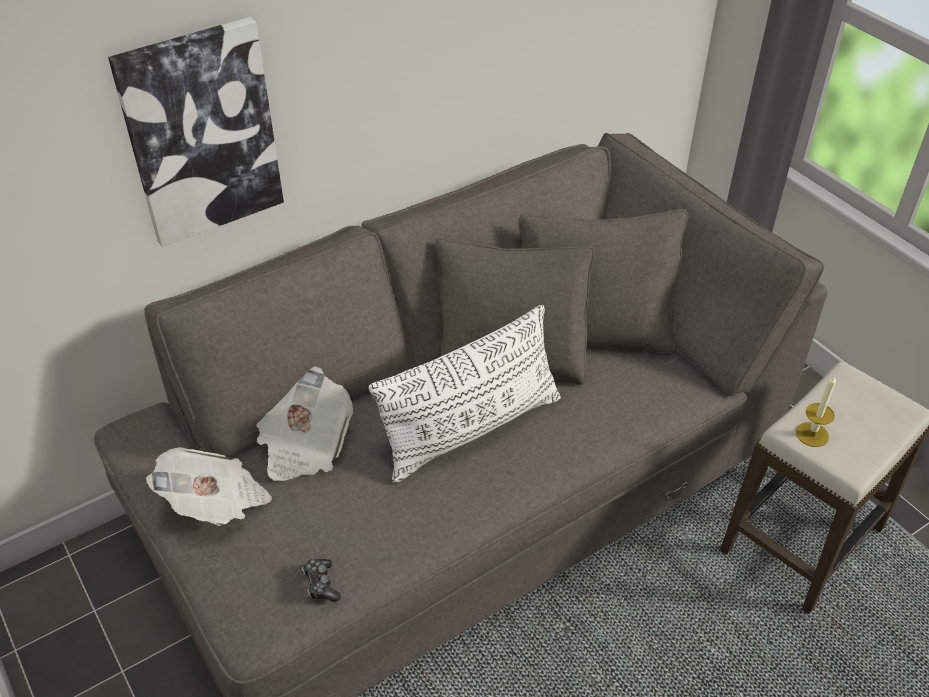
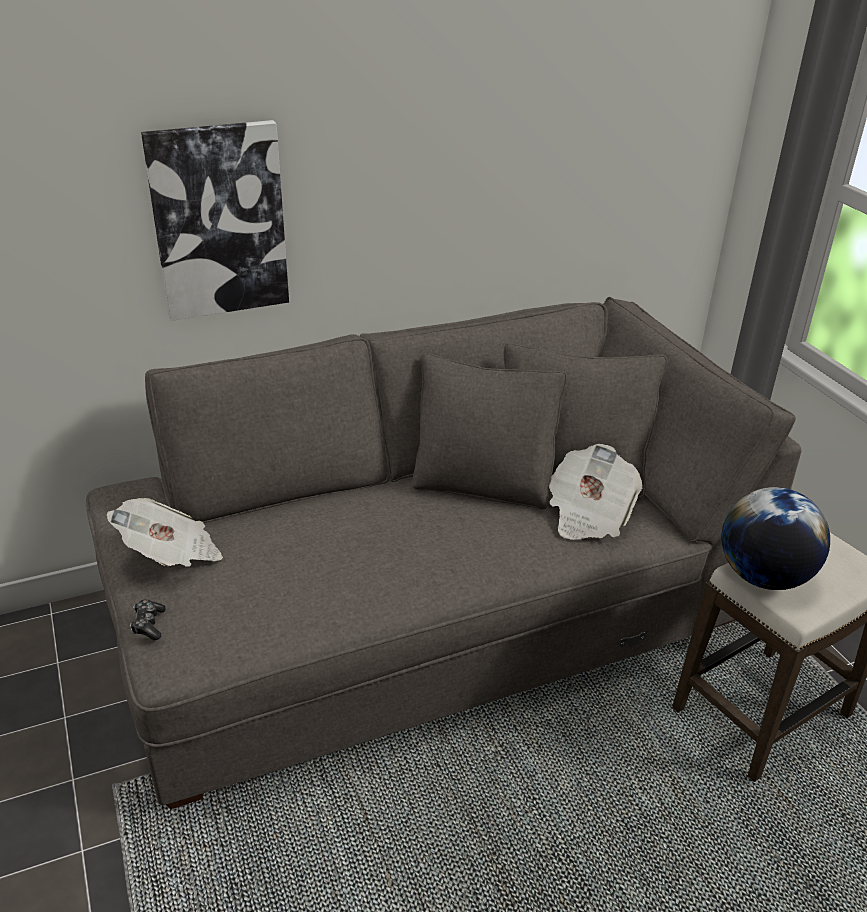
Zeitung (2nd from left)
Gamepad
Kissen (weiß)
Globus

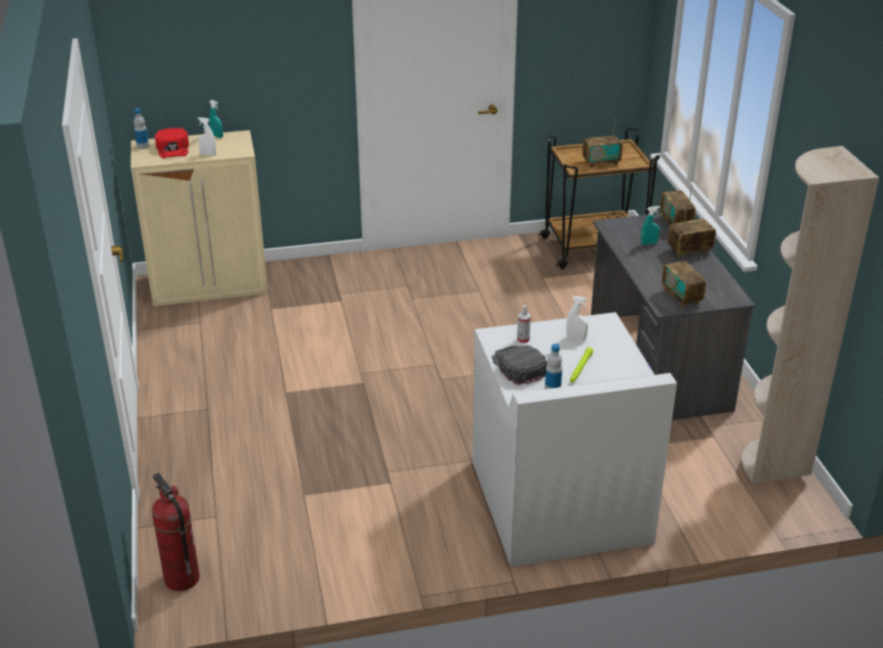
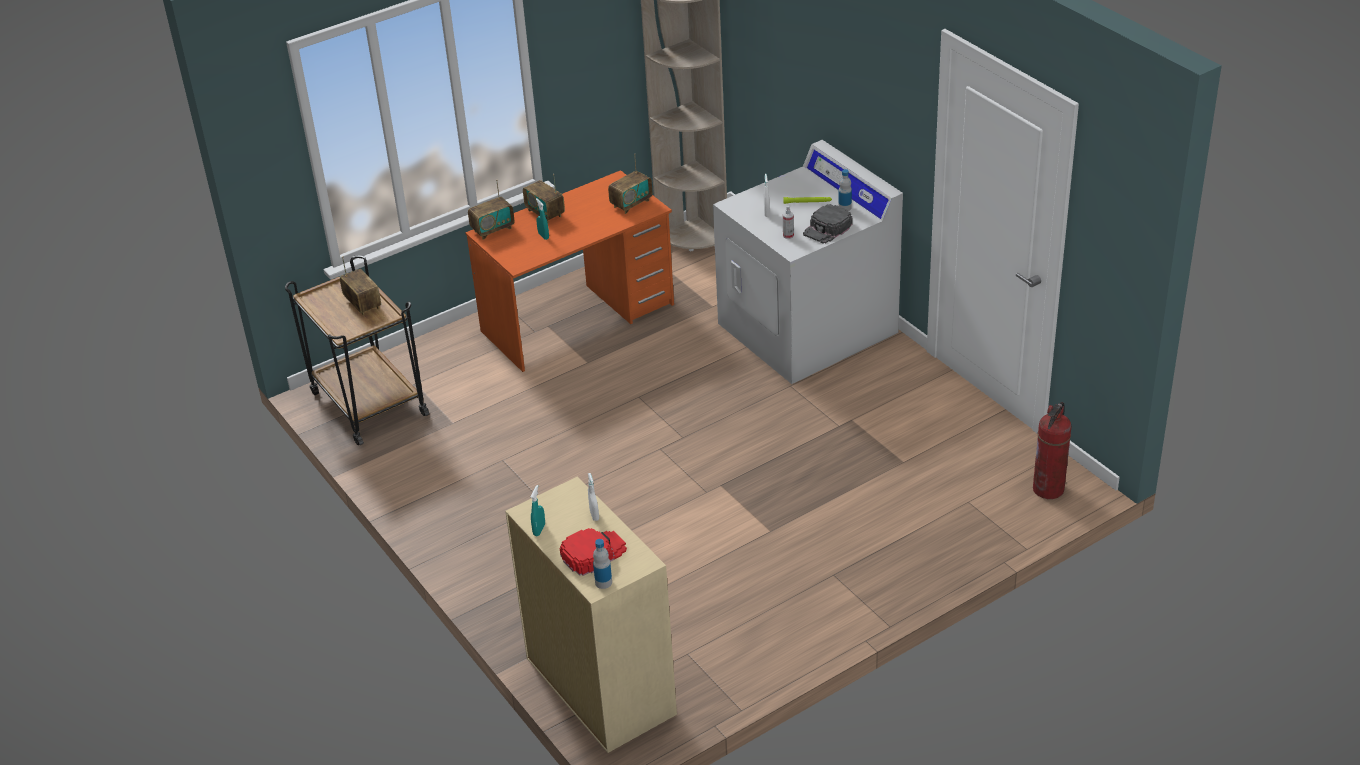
Schreibtisch (orange)

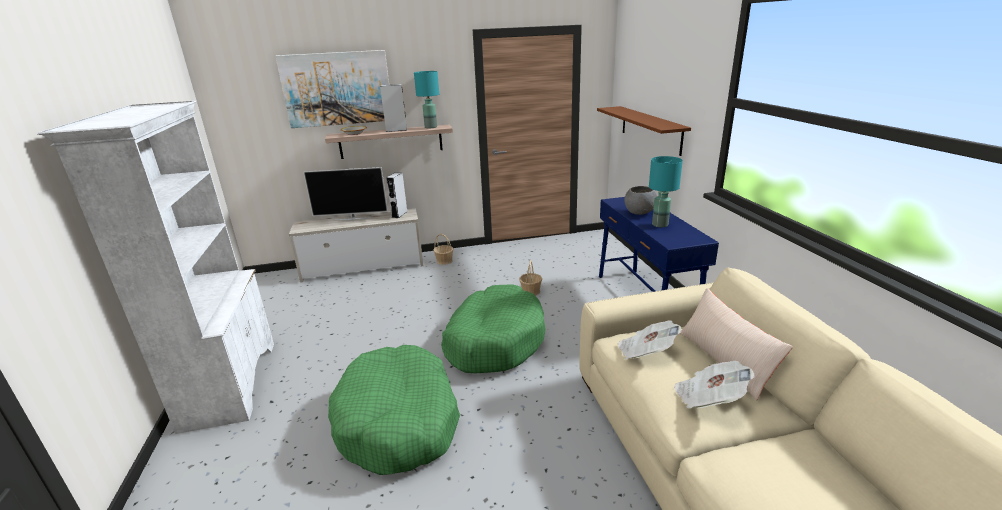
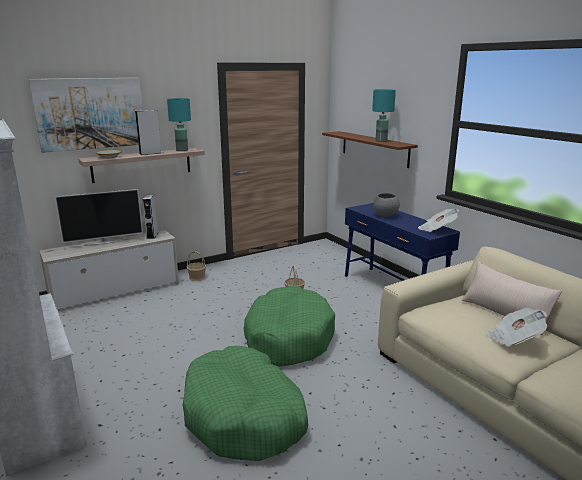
Zeitung (1st from left)
Tischlampe (türkis) (2nd from left)

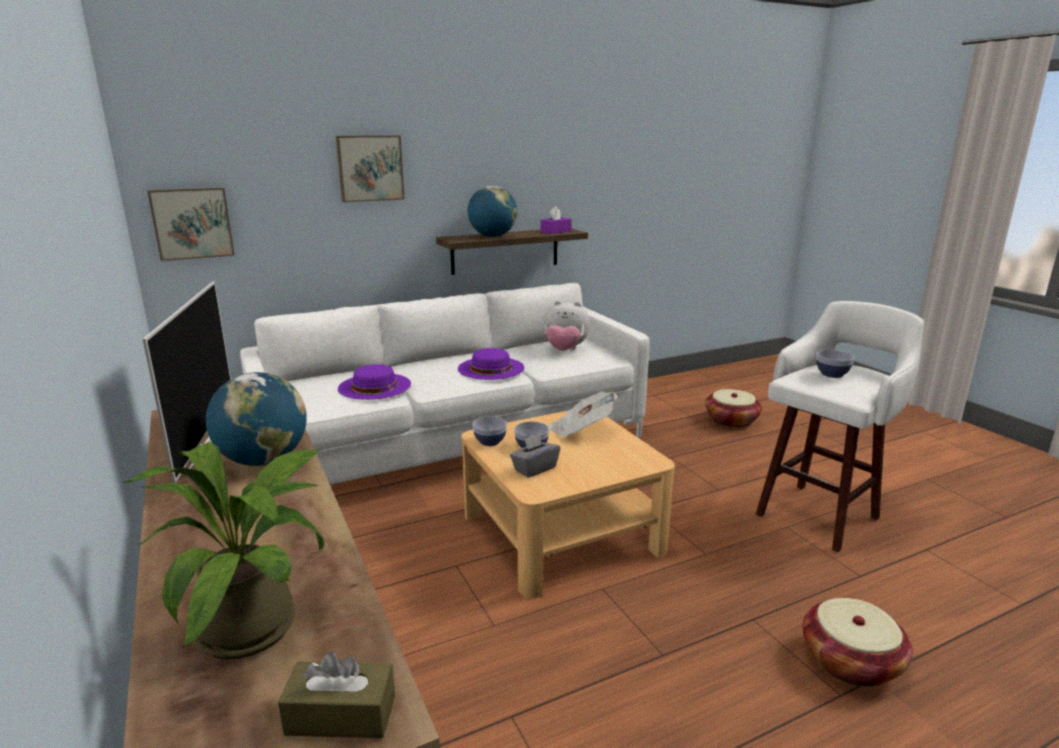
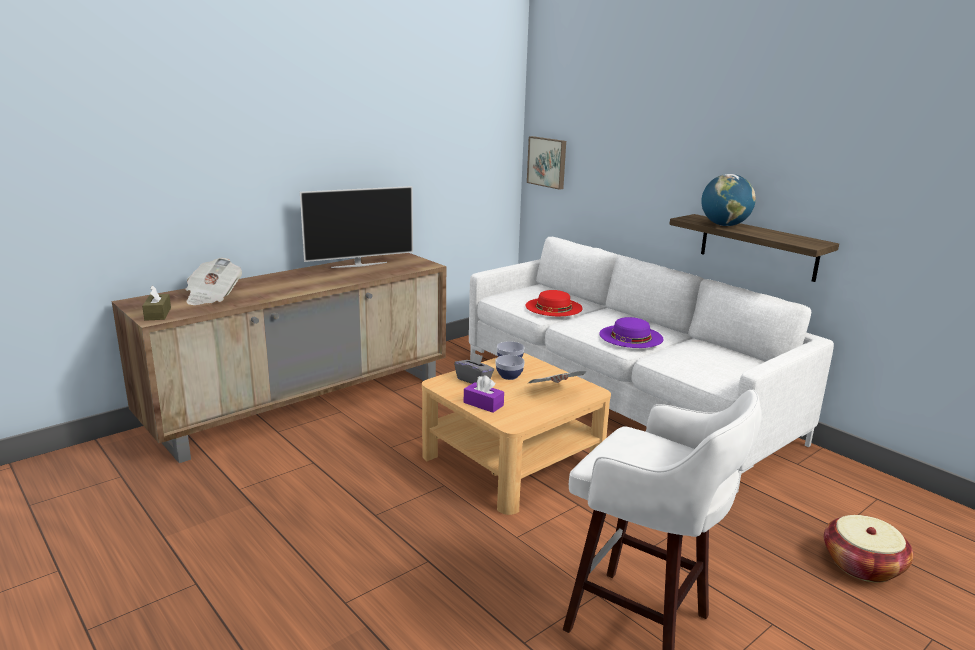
Zeitung (1st from left)
Globus (1st from left in the first image)
Bild (2nd from left in the first image)
Hut (rot)
Taschentuchbox (lila)
Plüschtier
Korb (2nd from left in the first image)
Schüssel (3rd from left in the first image)

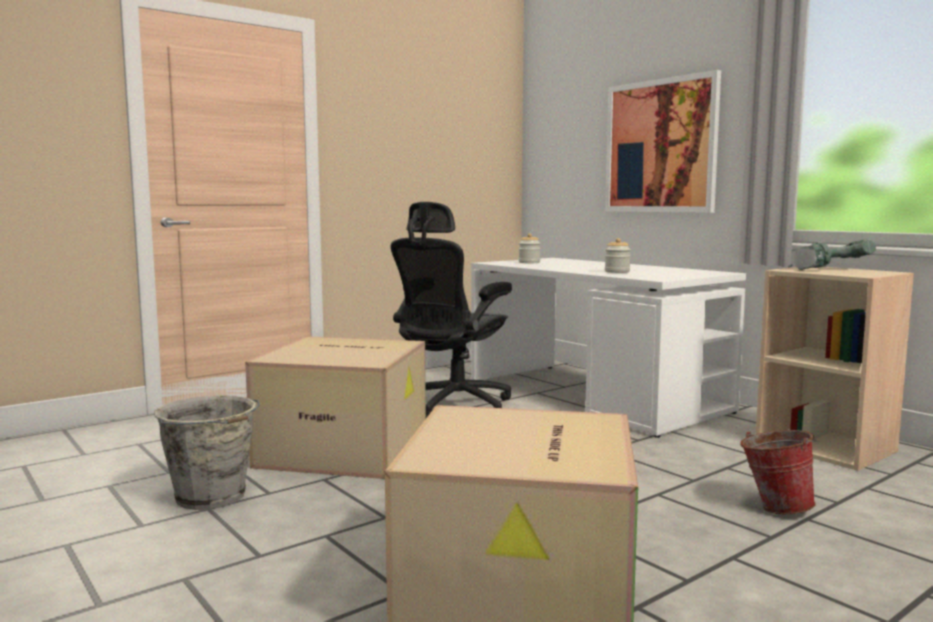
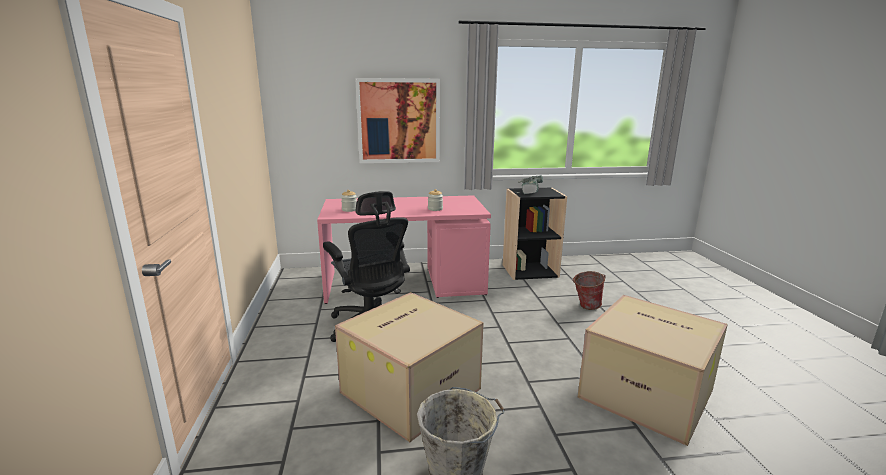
Schreibtisch (rosa)
Bücherregal (schwarz)

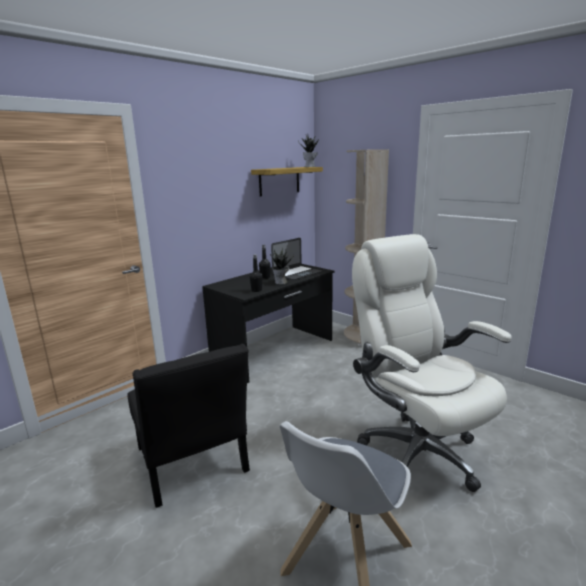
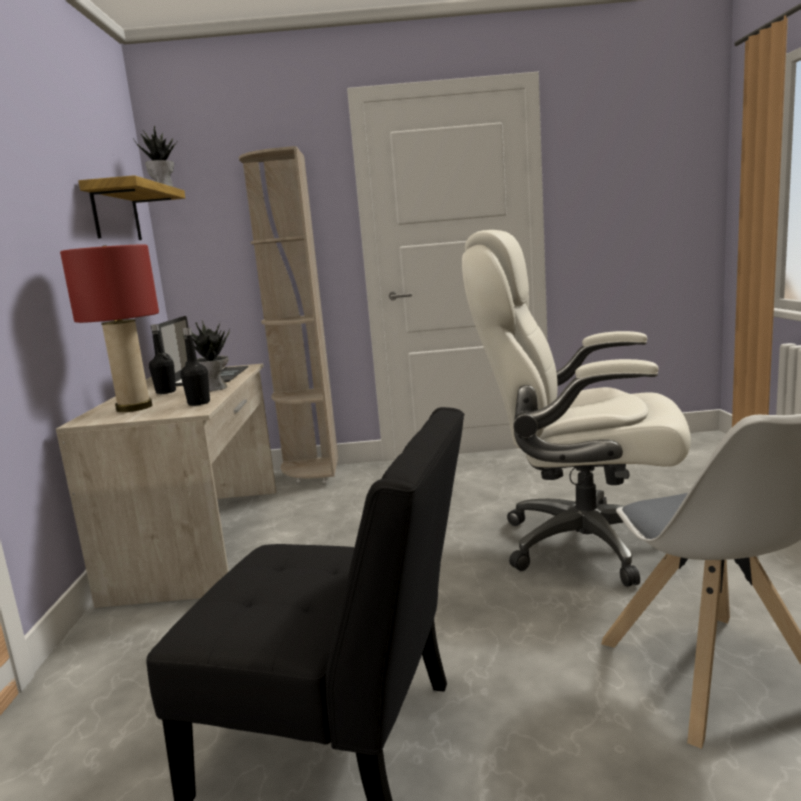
Schreibtisch (beige)
Tischlampe (rot)

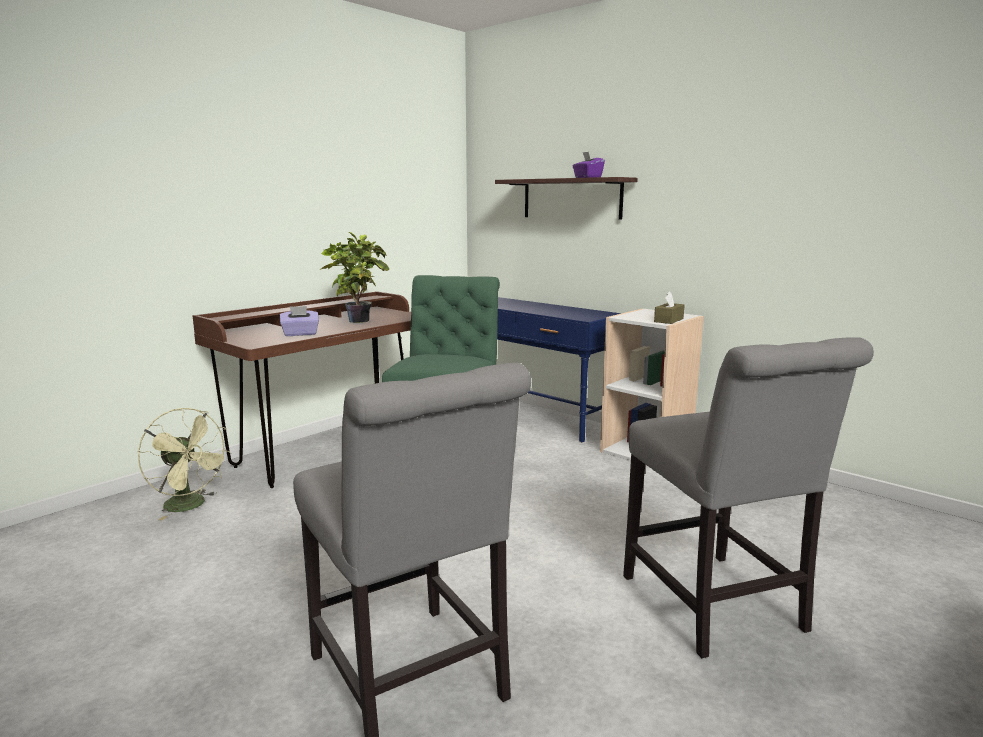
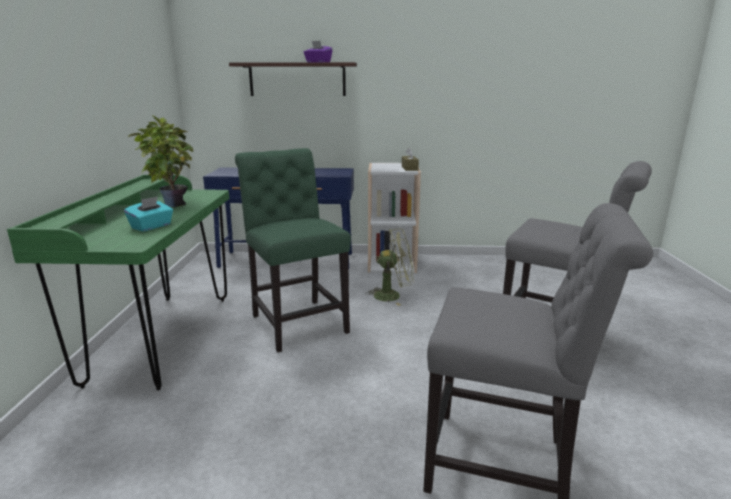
Ventilator (grün)
Schreibtisch (grün)
Taschentuchbox (türkis)

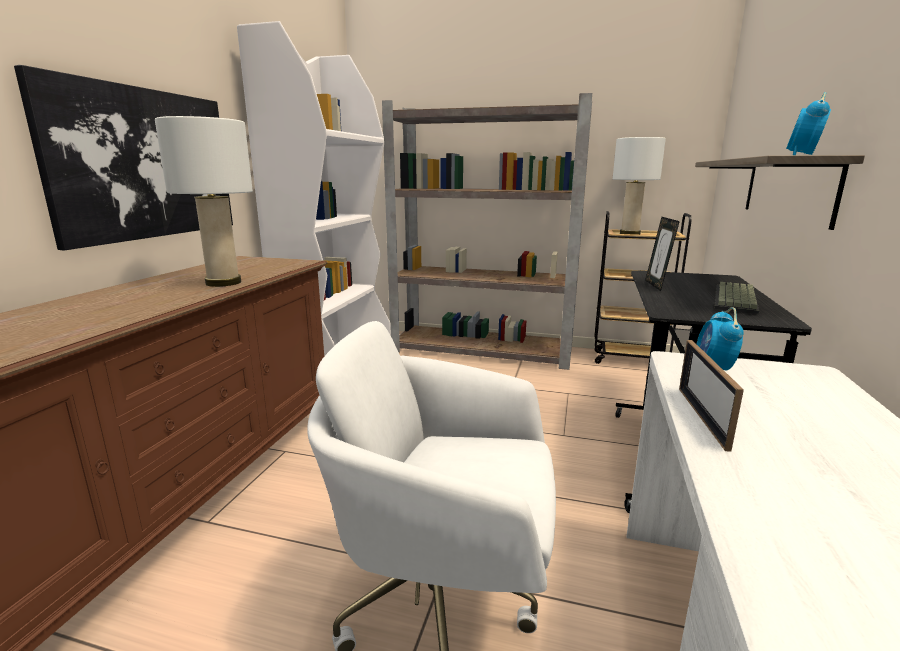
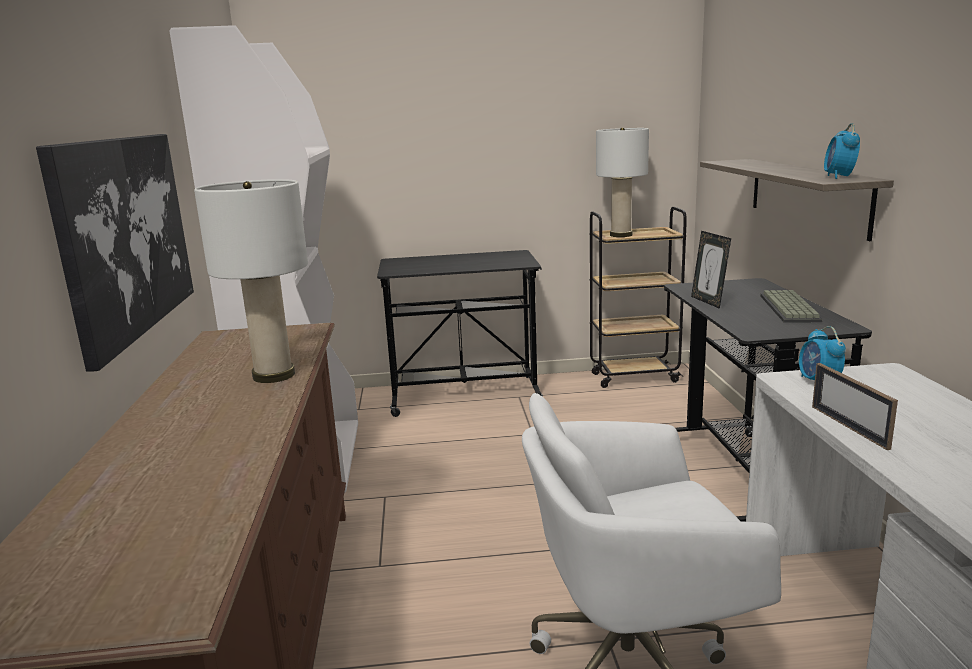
Schreibtisch (schwarz) (1st from left)

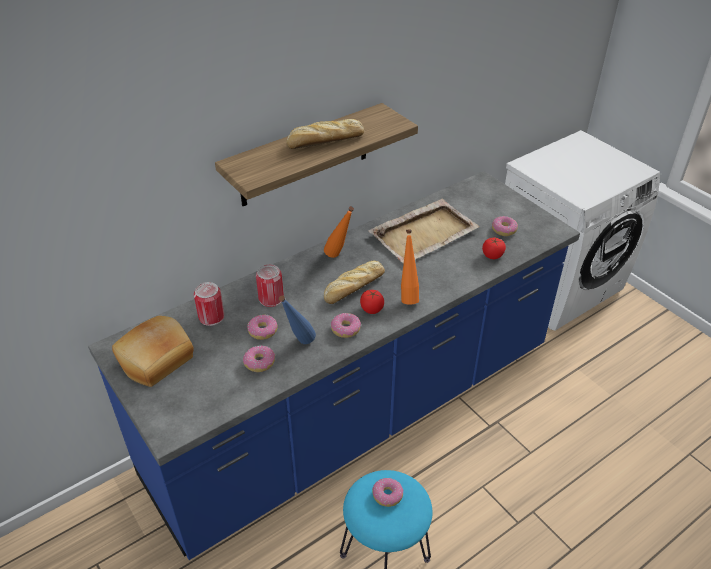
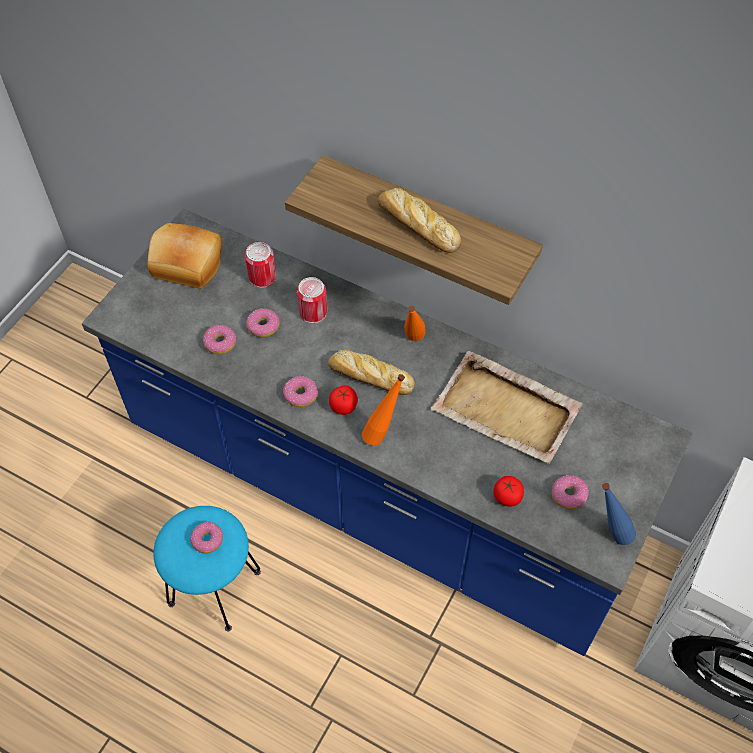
Flasche (blau)

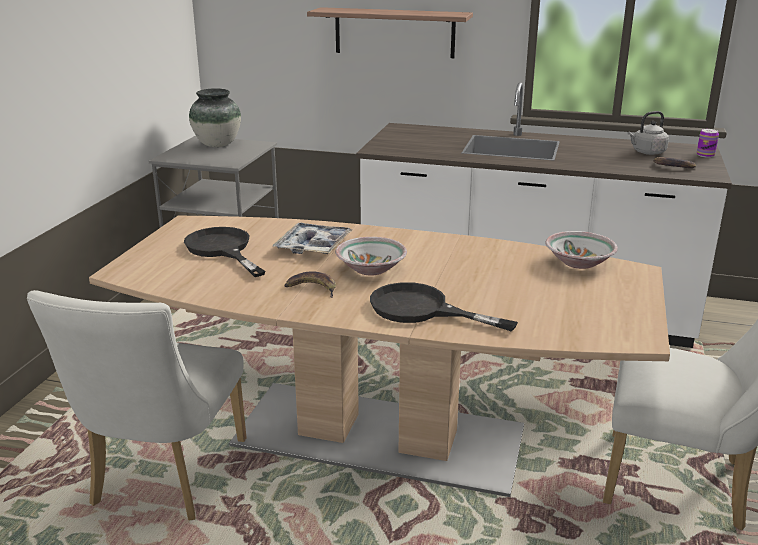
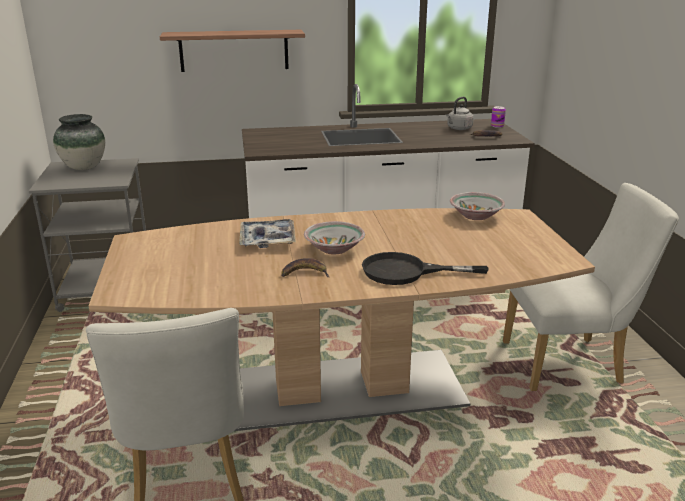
Pfanne (schwarz) (1st from left in the first image)

